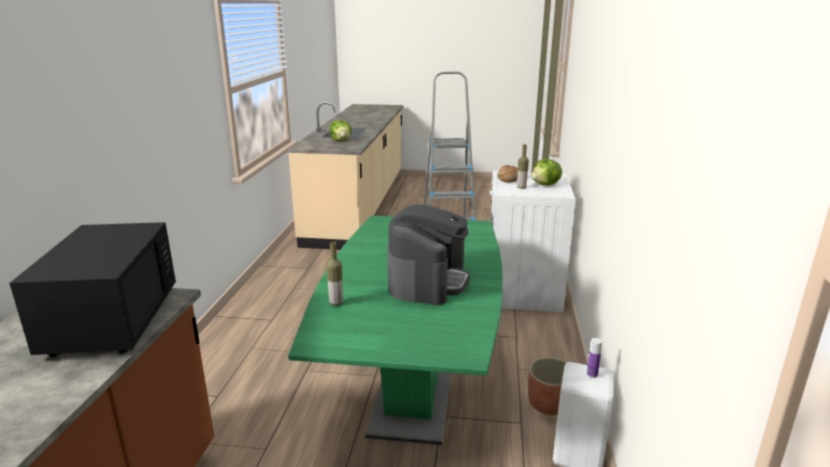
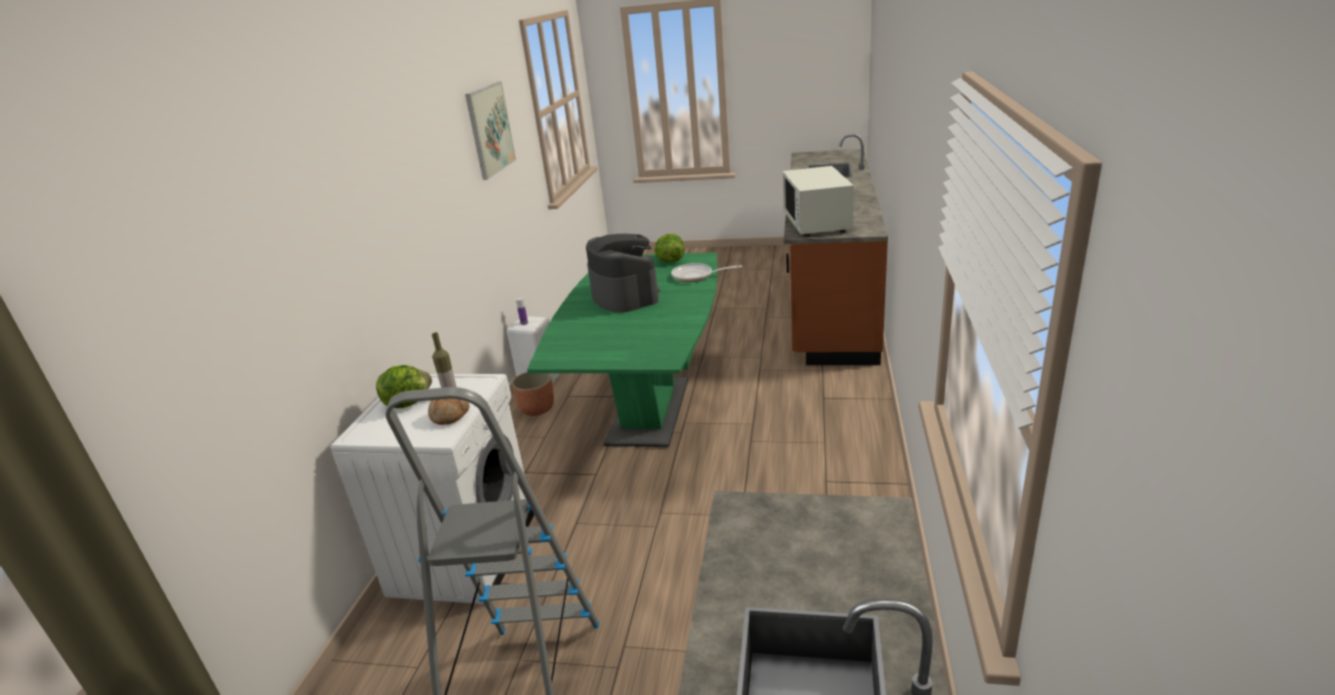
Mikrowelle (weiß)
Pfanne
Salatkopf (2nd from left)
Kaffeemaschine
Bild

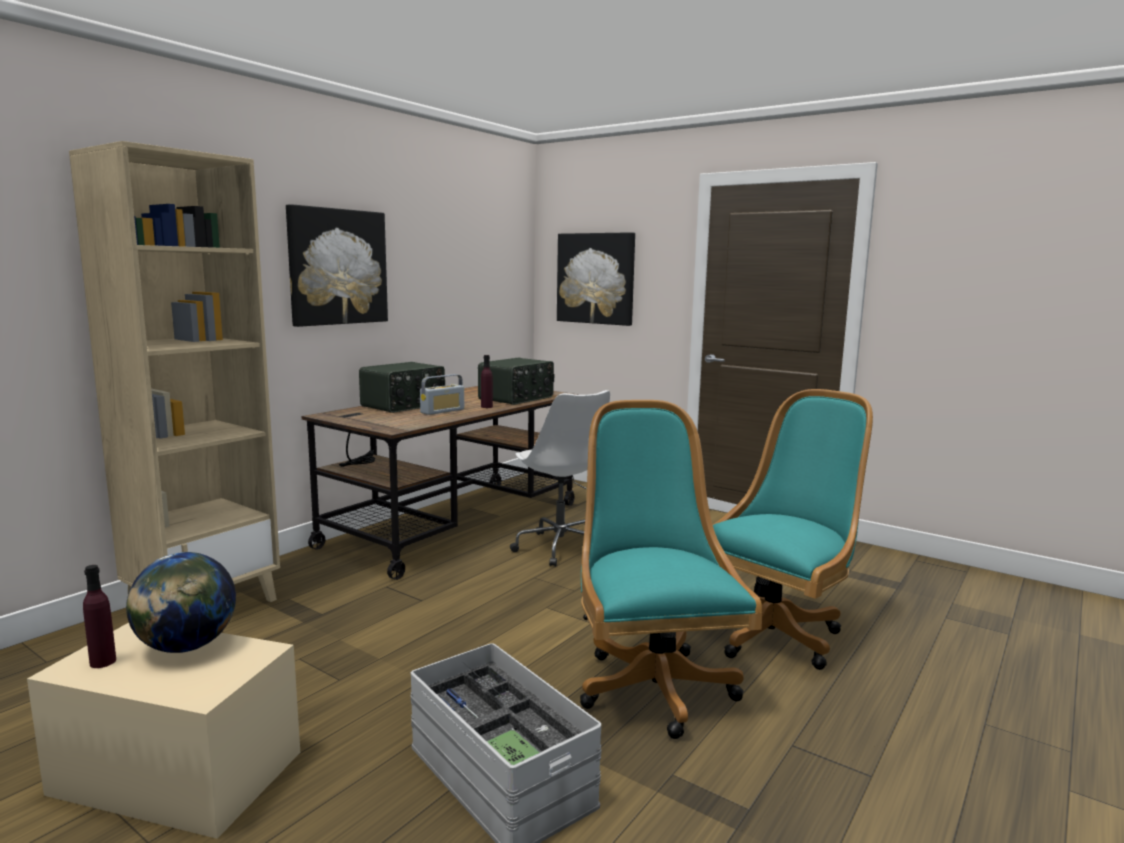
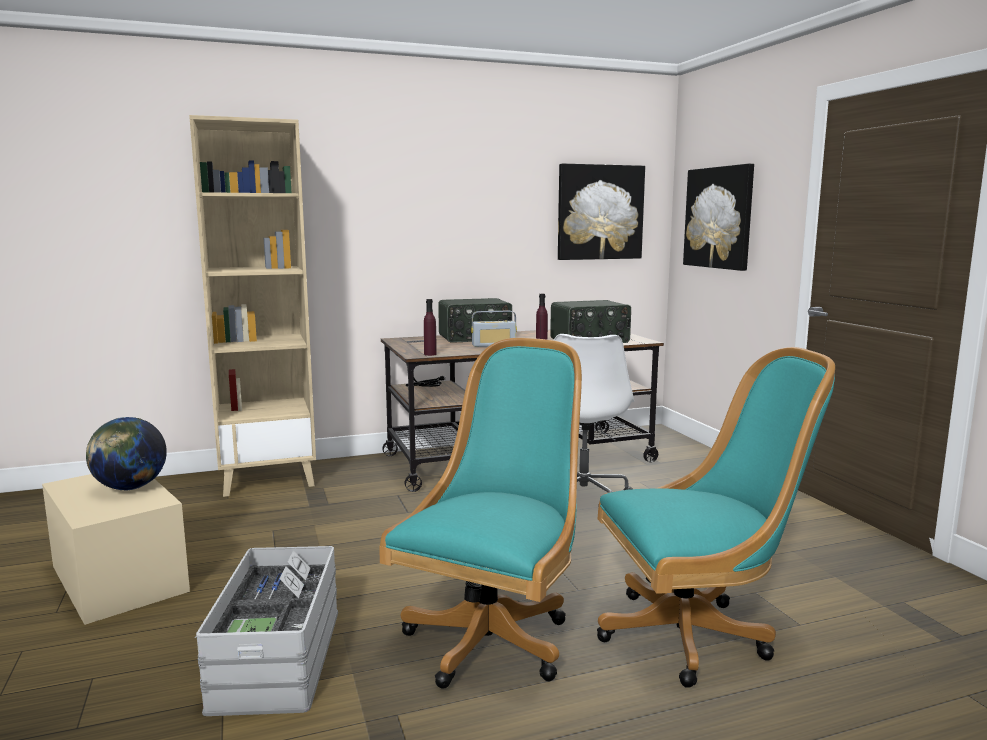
Flasche (lila) (1st from left)
Bild (1st from left)

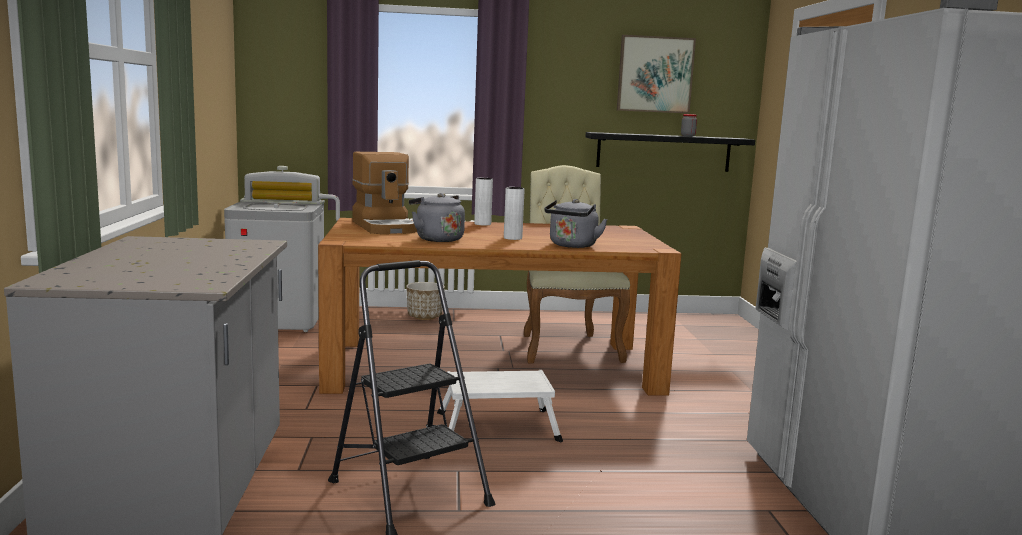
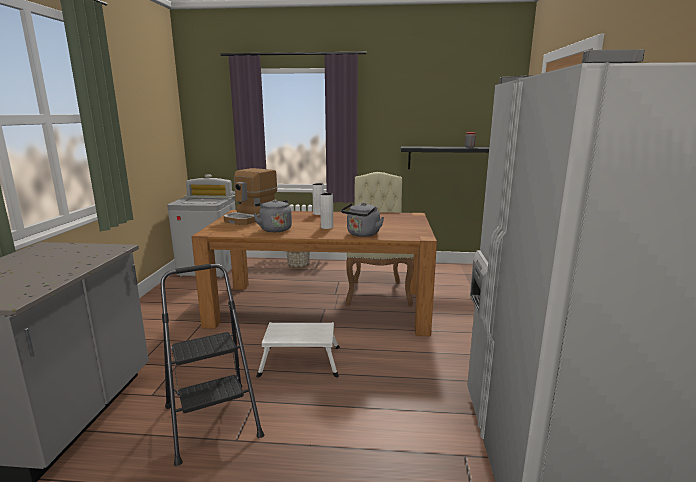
Kaffeemaschine
Bild

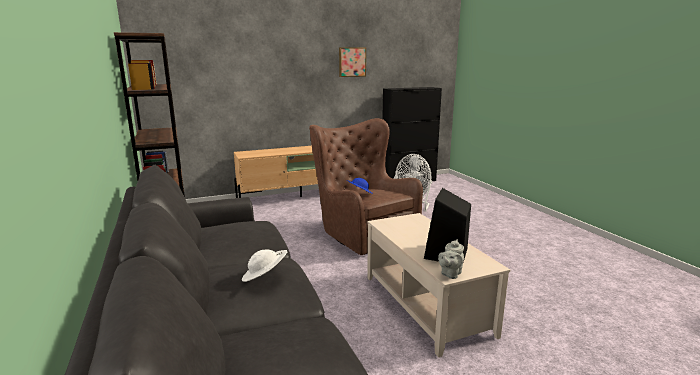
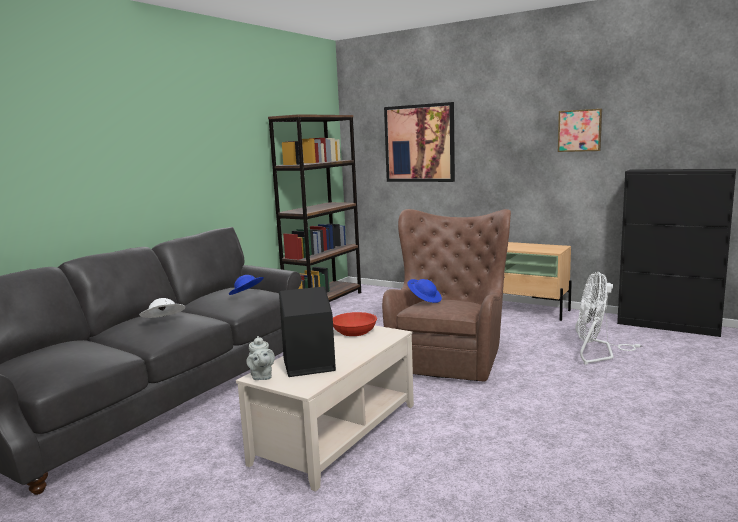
Teekanne (grau)
Hut (blau) (1st from left)
Schüssel (rot)
Bild (1st from left)

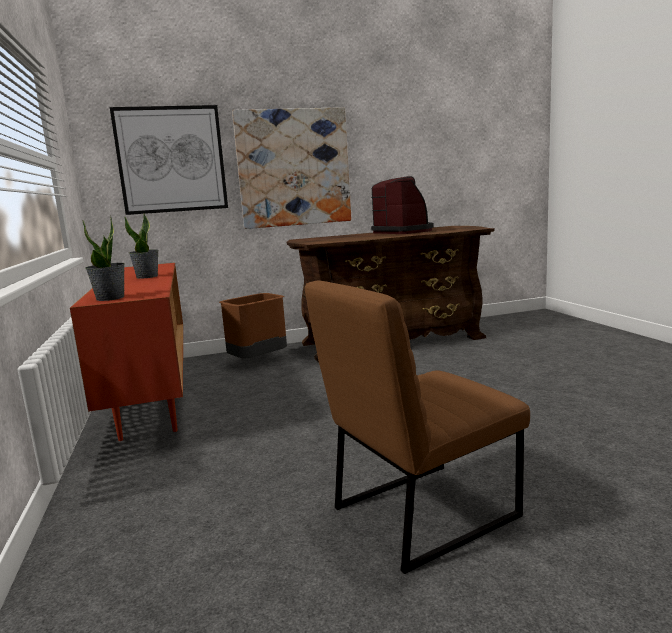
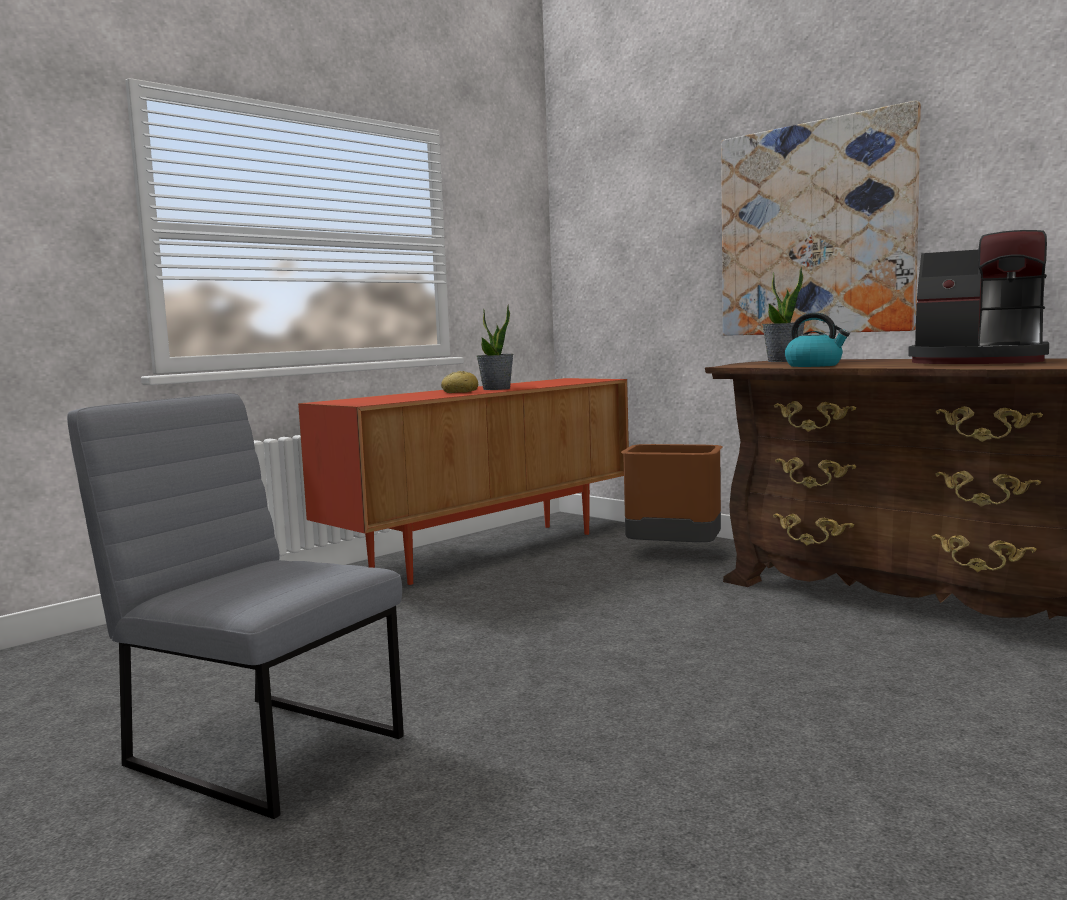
Topfpflanze (2nd from left)
Bild (1st from left in the first image)
Stuhl (grau)
Kaffeemaschine
Brot
Wasserkessel

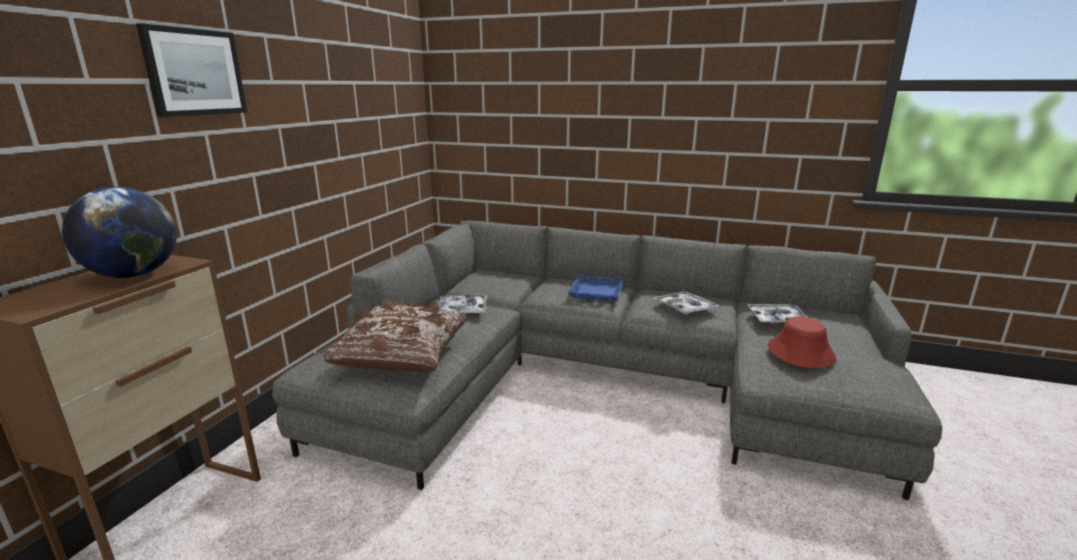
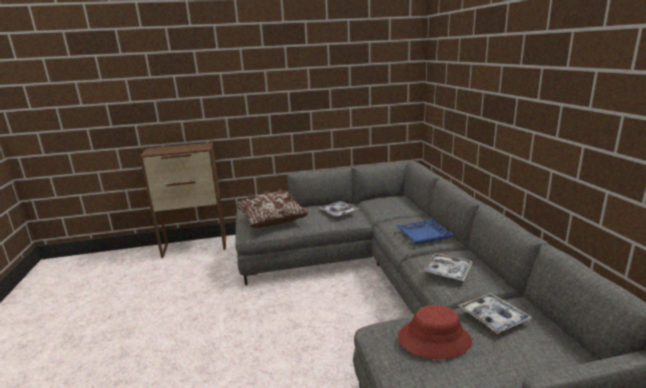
Globus
Bild

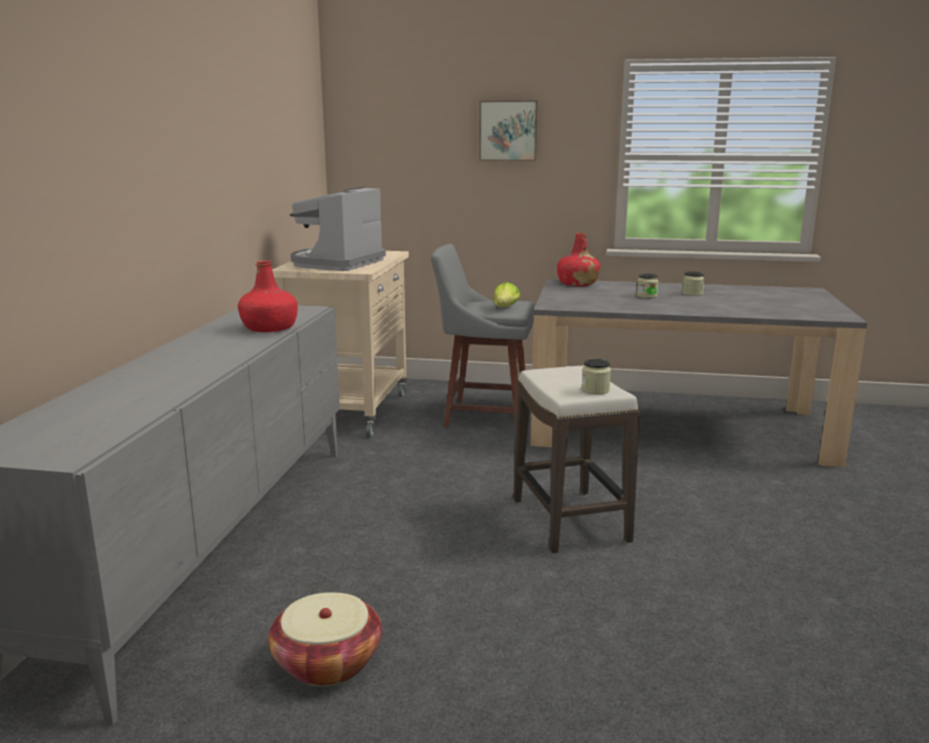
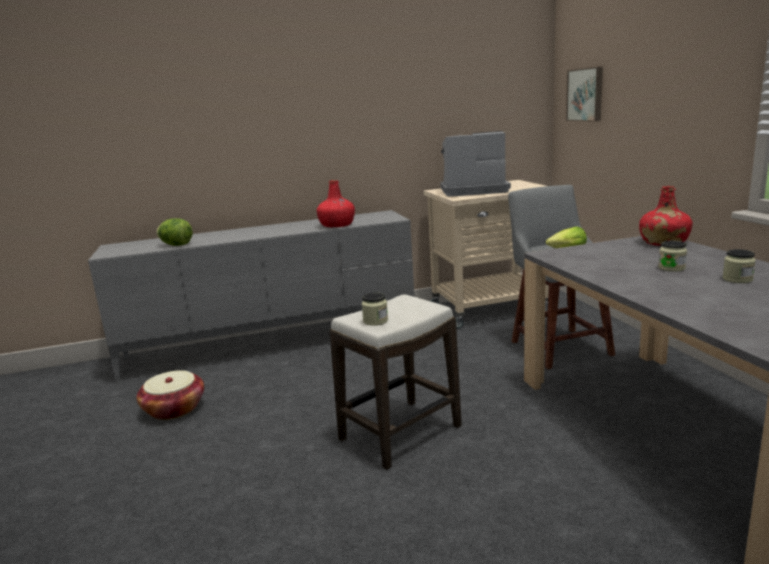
Bild
Salatkopf (1st from left)

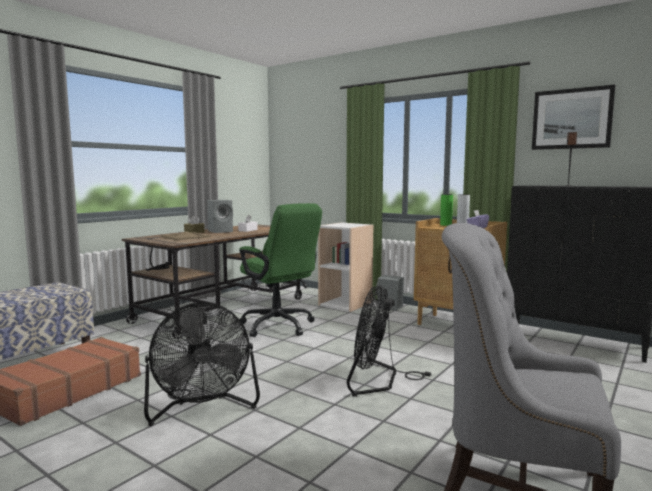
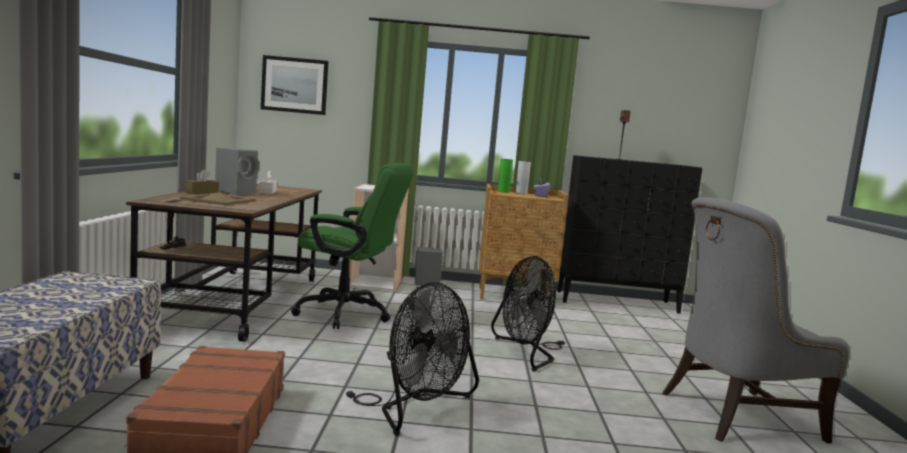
Bild

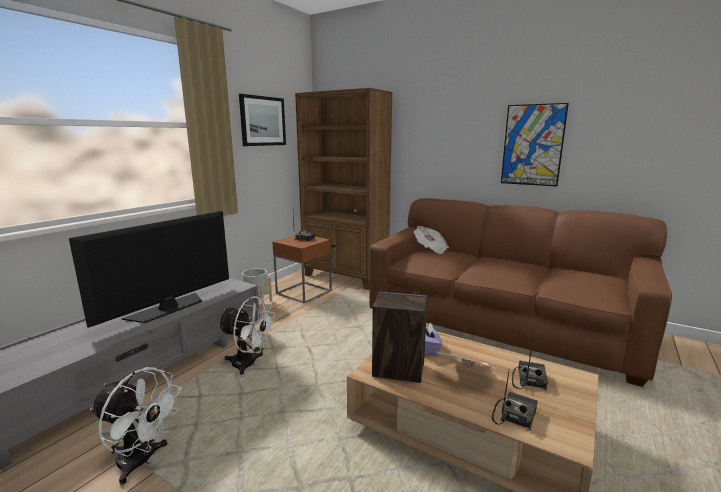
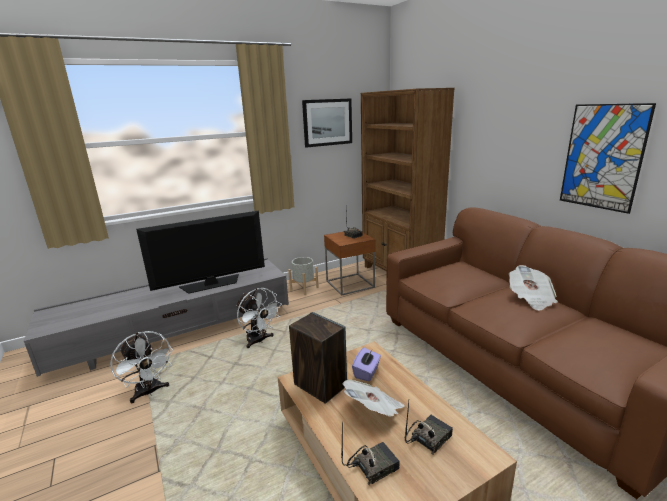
Zeitung (2nd from left)

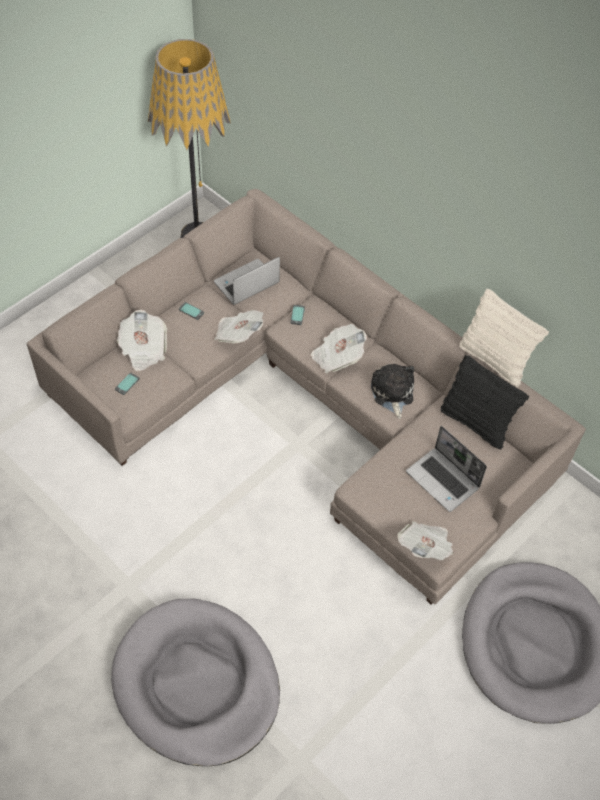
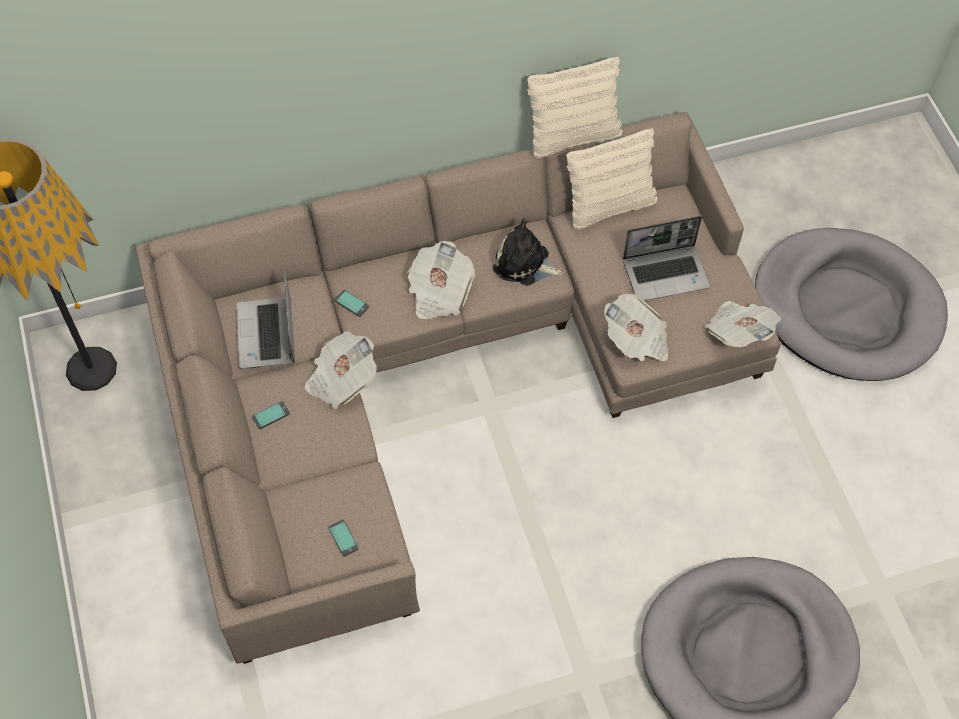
Zeitung (3rd from left)
Kissen (beige) (2nd from left)

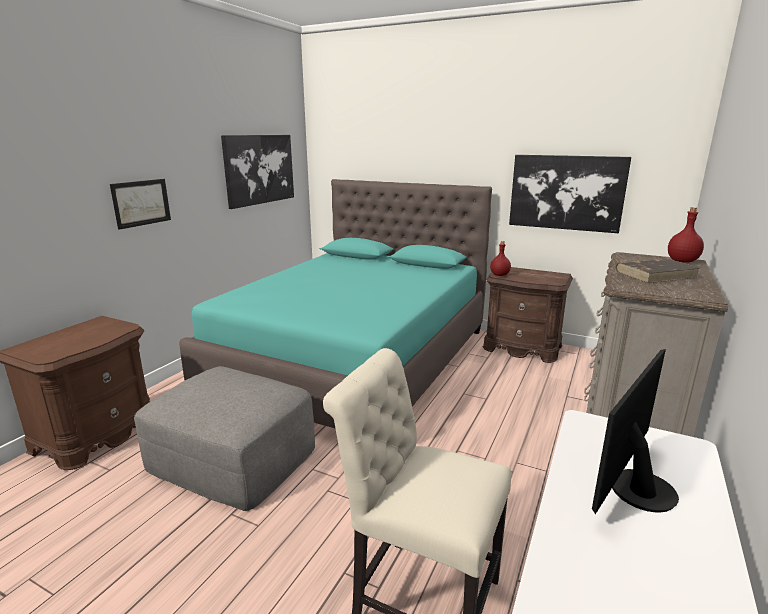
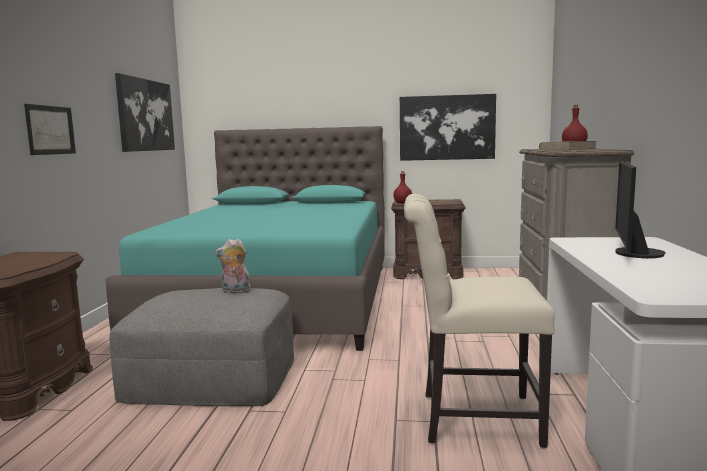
Plüschtier

